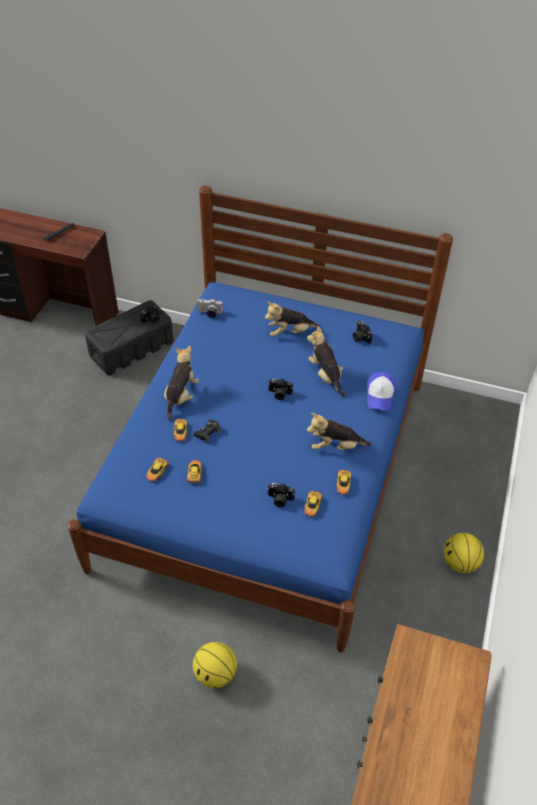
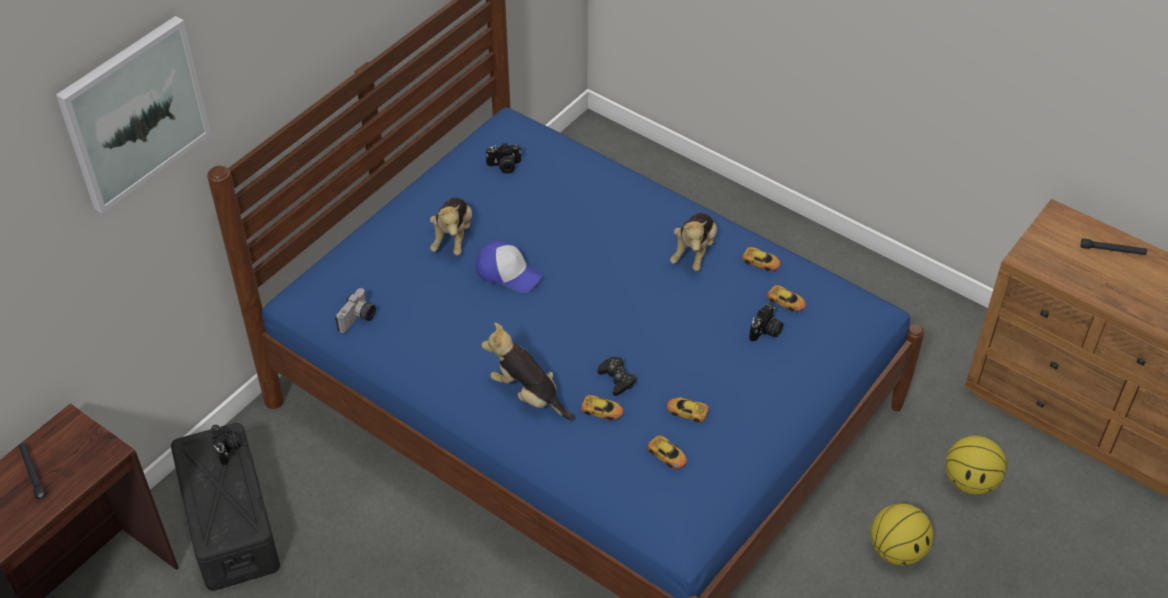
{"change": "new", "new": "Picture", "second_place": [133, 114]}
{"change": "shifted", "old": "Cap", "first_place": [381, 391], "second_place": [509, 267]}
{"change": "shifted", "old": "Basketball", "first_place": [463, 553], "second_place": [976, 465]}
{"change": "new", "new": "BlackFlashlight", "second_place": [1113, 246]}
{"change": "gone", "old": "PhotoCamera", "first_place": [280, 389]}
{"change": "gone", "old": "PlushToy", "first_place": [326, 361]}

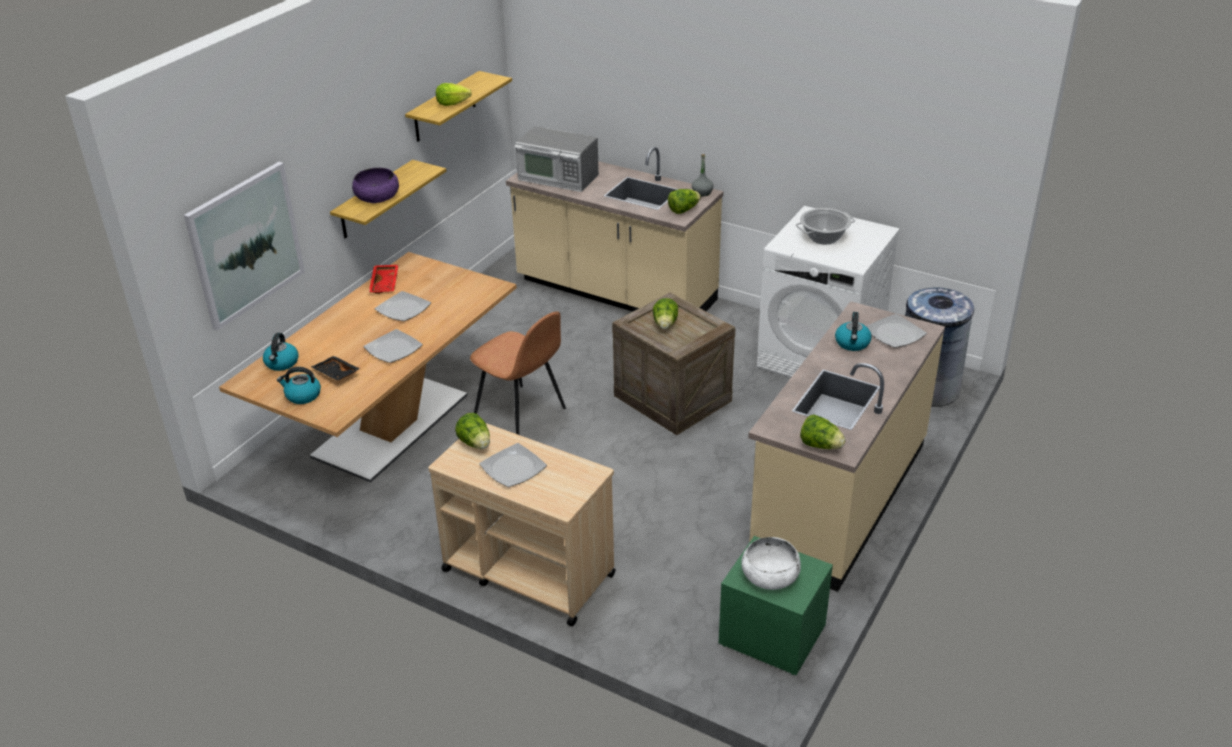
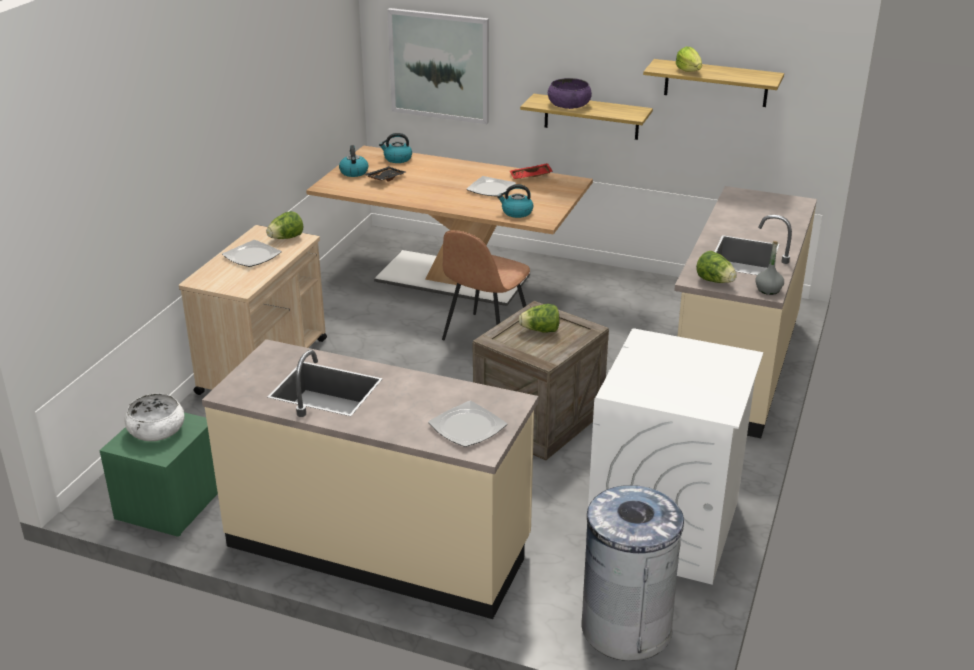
{"change": "shifted", "old": "Kettle", "first_place": [853, 331], "second_place": [515, 201]}
{"change": "gone", "old": "Plate", "first_place": [393, 346]}
{"change": "gone", "old": "Microwave", "first_place": [557, 159]}
{"change": "gone", "old": "CookingPot", "first_place": [825, 226]}
{"change": "gone", "old": "Lettuce", "first_place": [823, 431]}

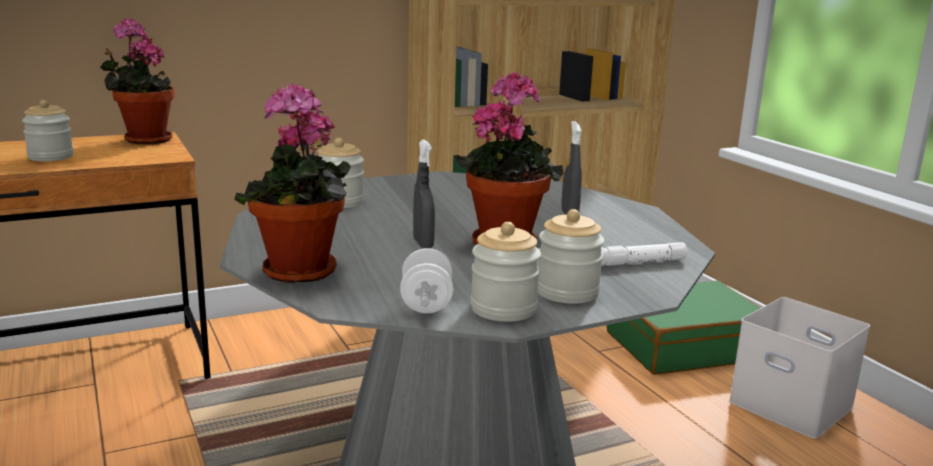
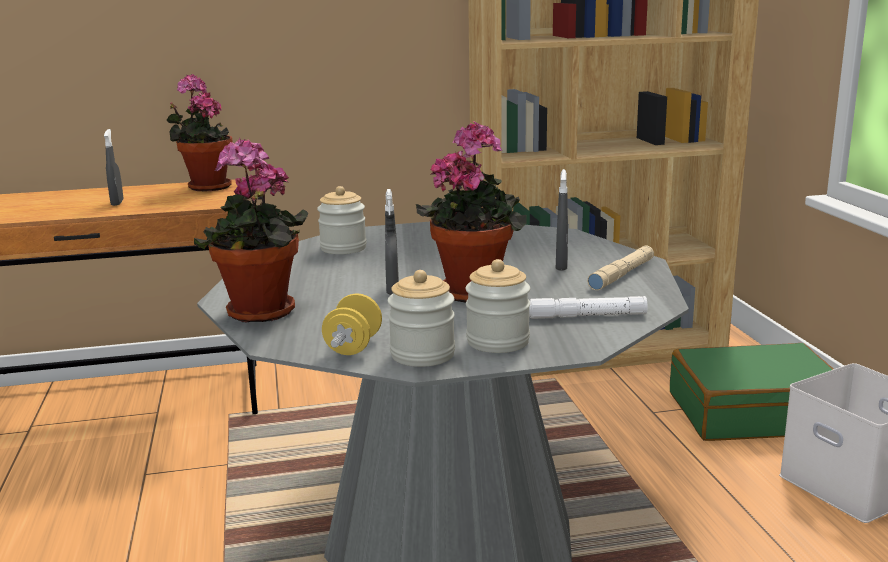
{"change": "swapped", "old": "Jar", "new": "GreySprayBottle", "first_place": [48, 130], "second_place": [113, 167]}
{"change": "repainted", "old": "WhiteDumbbell", "new": "YellowDumbbell", "first_place": [426, 280], "second_place": [352, 324]}
{"change": "new", "new": "BeigeFlashlight", "second_place": [620, 267]}

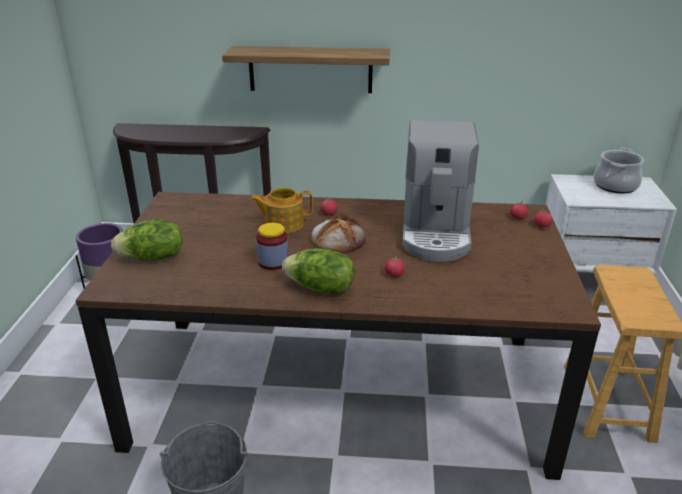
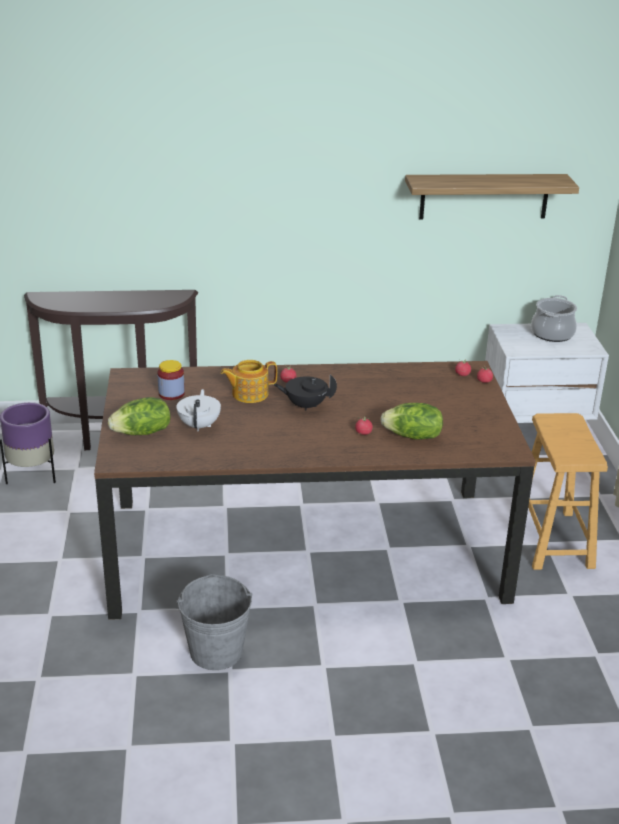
{"change": "shifted", "old": "Jar", "first_place": [272, 246], "second_place": [171, 380]}
{"change": "new", "new": "WhiteTeapot", "second_place": [198, 410]}
{"change": "swapped", "old": "Bread", "new": "BlackTeapot", "first_place": [338, 234], "second_place": [305, 393]}
{"change": "shifted", "old": "Lettuce", "first_place": [318, 271], "second_place": [411, 421]}
{"change": "shifted", "old": "Shelf", "first_place": [306, 69], "second_place": [492, 197]}
{"change": "gone", "old": "CoffeeMachine", "first_place": [440, 191]}

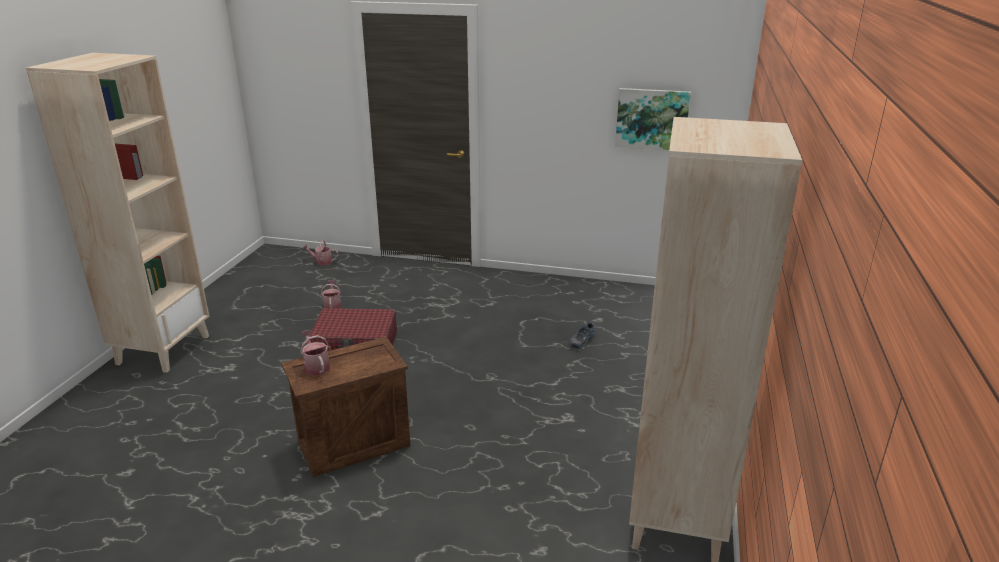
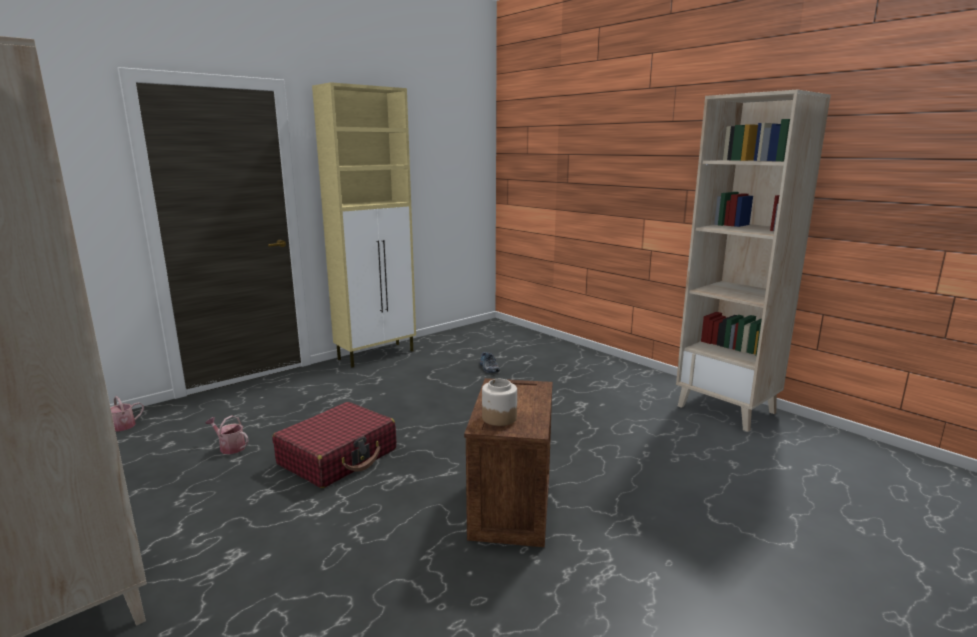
{"change": "new", "new": "BeigeCabinet", "second_place": [364, 225]}
{"change": "swapped", "old": "WateringCan", "new": "Jar", "first_place": [315, 353], "second_place": [499, 402]}
{"change": "gone", "old": "Picture", "first_place": [653, 119]}

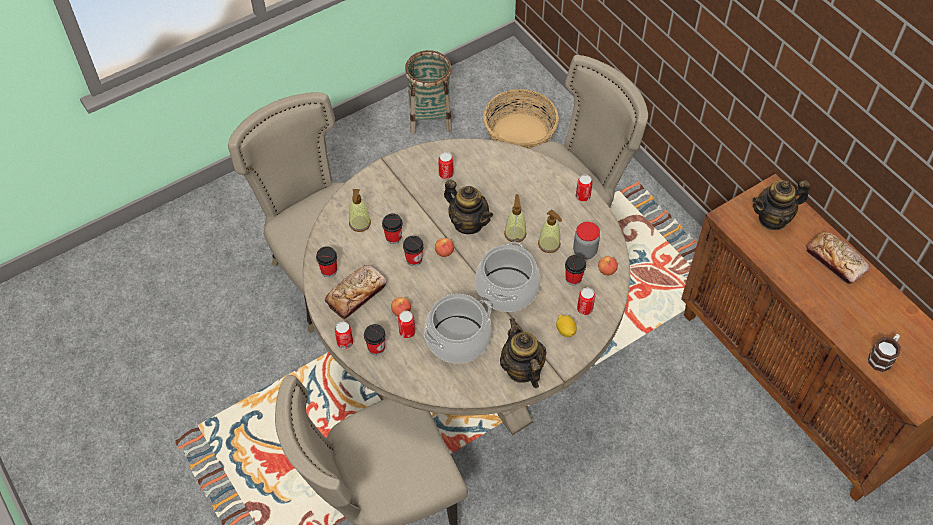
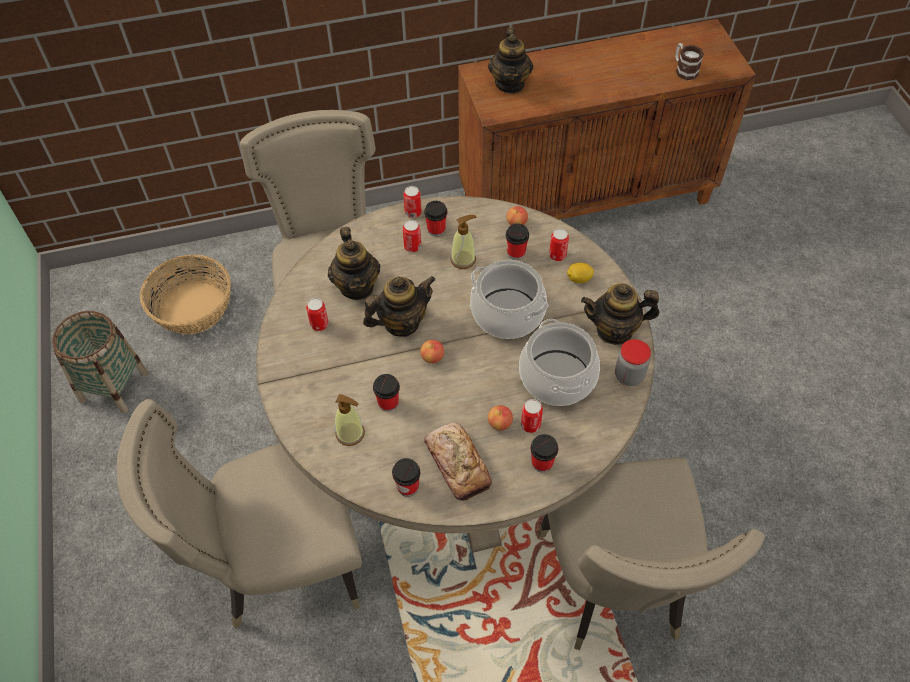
{"change": "new", "new": "Teapot", "second_place": [354, 263]}
{"change": "shifted", "old": "Can", "first_place": [344, 335], "second_place": [412, 236]}
{"change": "shifted", "old": "Cup", "first_place": [413, 250], "second_place": [435, 219]}
{"change": "shifted", "old": "Jar", "first_place": [586, 240], "second_place": [633, 362]}
{"change": "gone", "old": "SoapDispenser", "first_place": [515, 218]}
{"change": "gone", "old": "Bread", "first_place": [838, 258]}

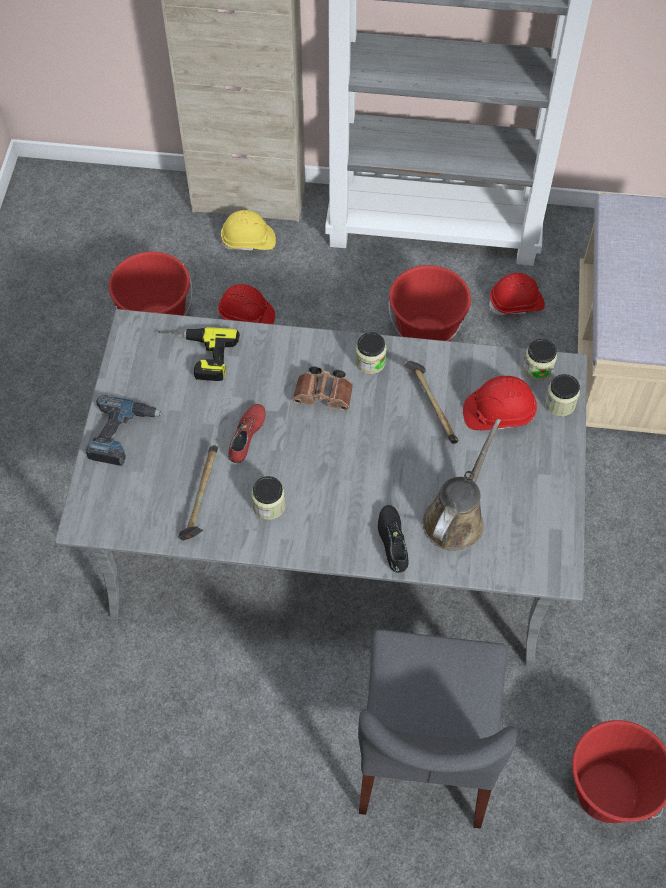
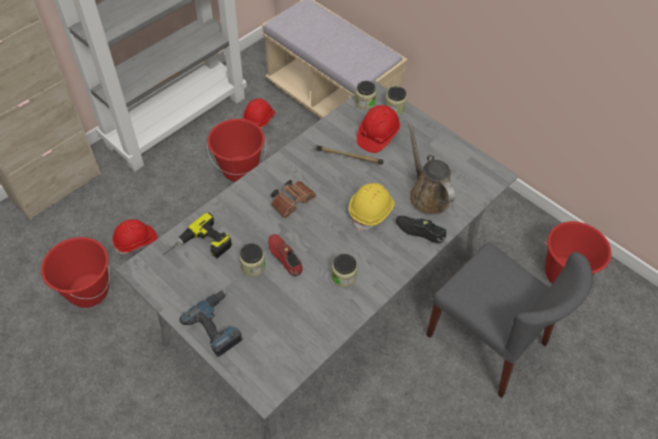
{"change": "shifted", "old": "Jar", "first_place": [371, 353], "second_place": [252, 260]}
{"change": "shifted", "old": "YellowHardHat", "first_place": [248, 230], "second_place": [372, 207]}
{"change": "gone", "old": "Hammer", "first_place": [198, 493]}

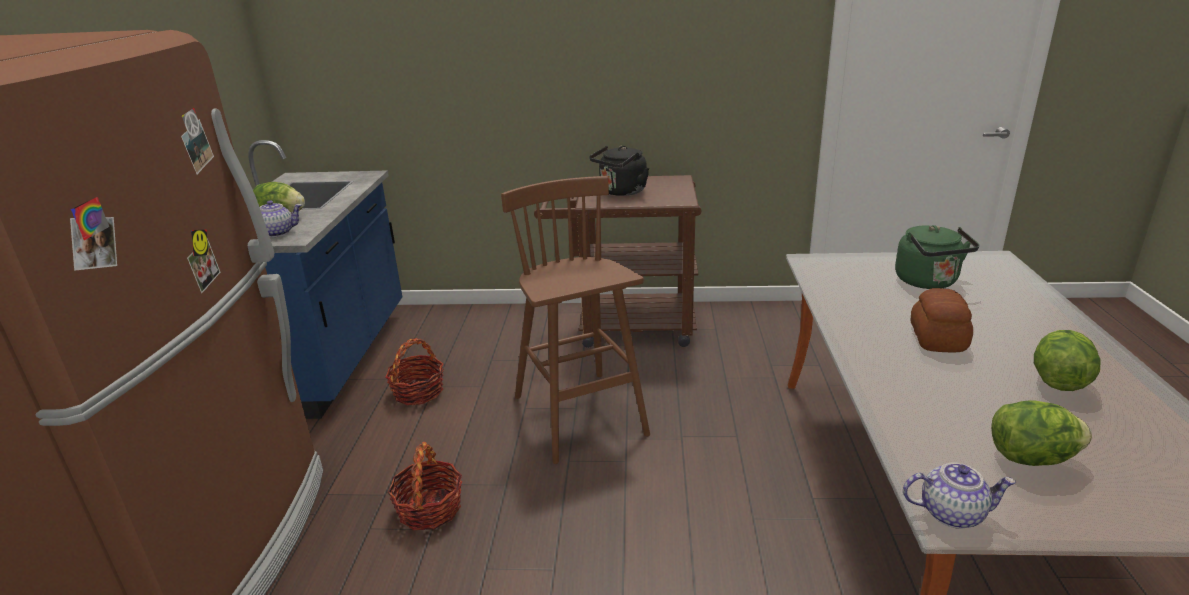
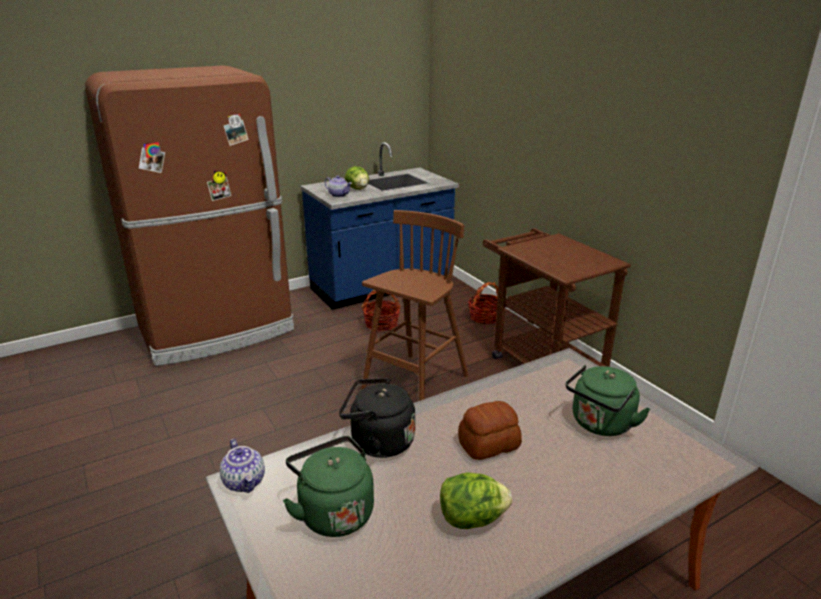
{"change": "swapped", "old": "Lettuce", "new": "GreenKettle", "first_place": [1041, 433], "second_place": [328, 486]}
{"change": "shifted", "old": "BlackKettle", "first_place": [619, 171], "second_place": [377, 418]}
{"change": "shifted", "old": "Basket", "first_place": [424, 486], "second_place": [483, 303]}

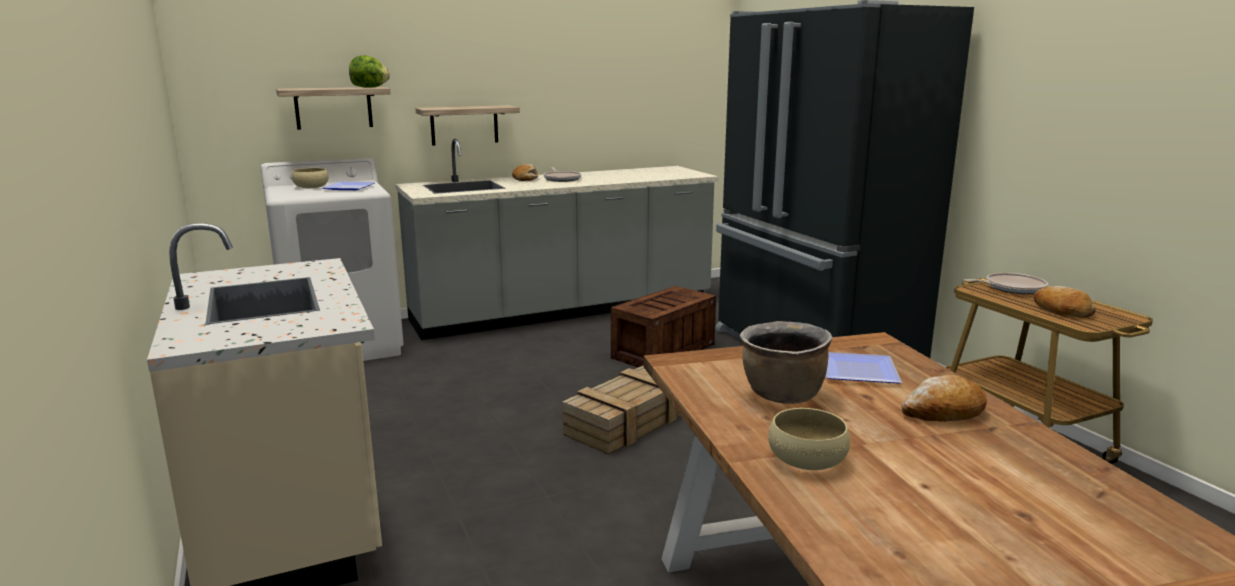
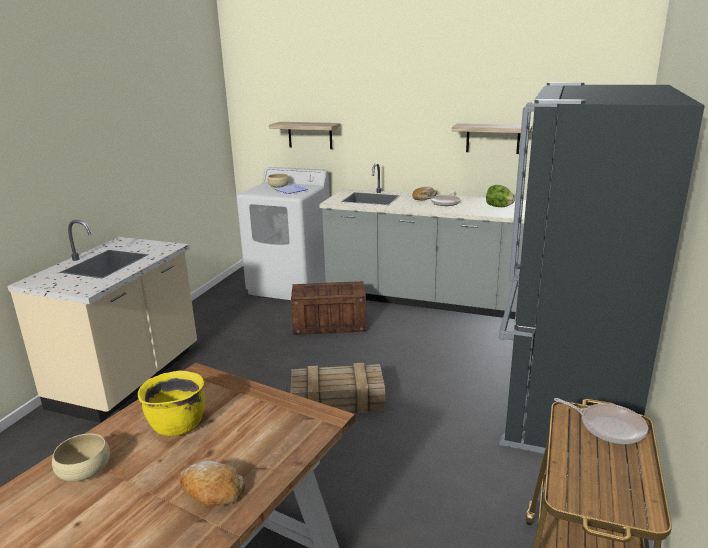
{"change": "repainted", "old": "BrownCookingPot", "new": "YellowCookingPot", "first_place": [786, 362], "second_place": [171, 403]}
{"change": "shifted", "old": "Crate", "first_place": [663, 327], "second_place": [329, 308]}
{"change": "shifted", "old": "Shelf", "first_place": [467, 125], "second_place": [492, 138]}
{"change": "shifted", "old": "Lettuce", "first_place": [369, 71], "second_place": [500, 196]}
{"change": "gone", "old": "Plate", "first_place": [864, 368]}
{"change": "gone", "old": "Bread", "first_place": [1065, 302]}

